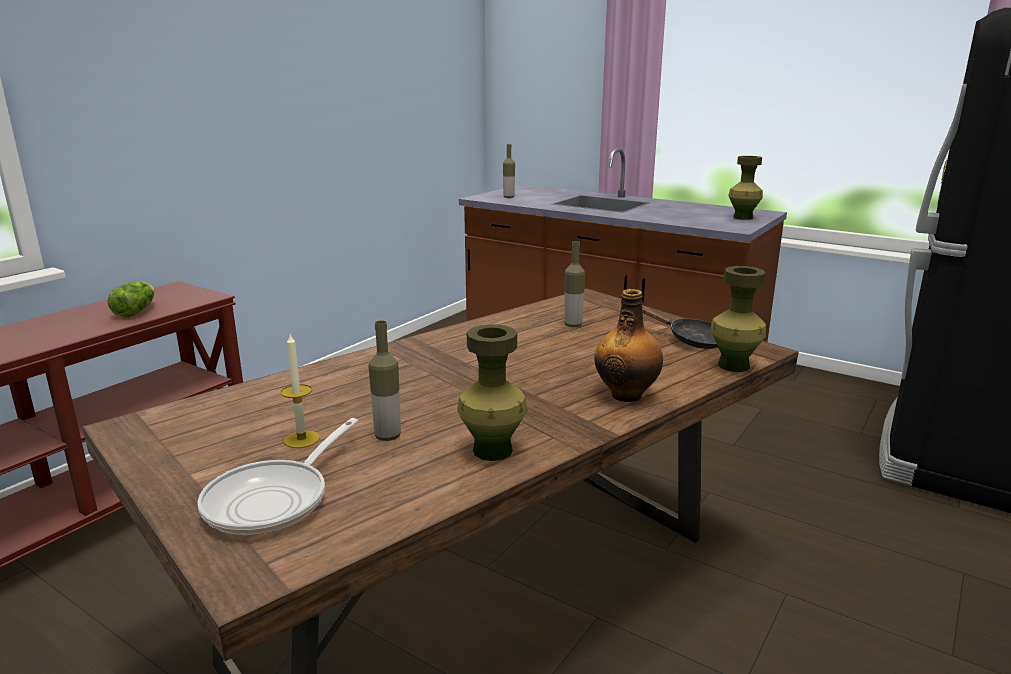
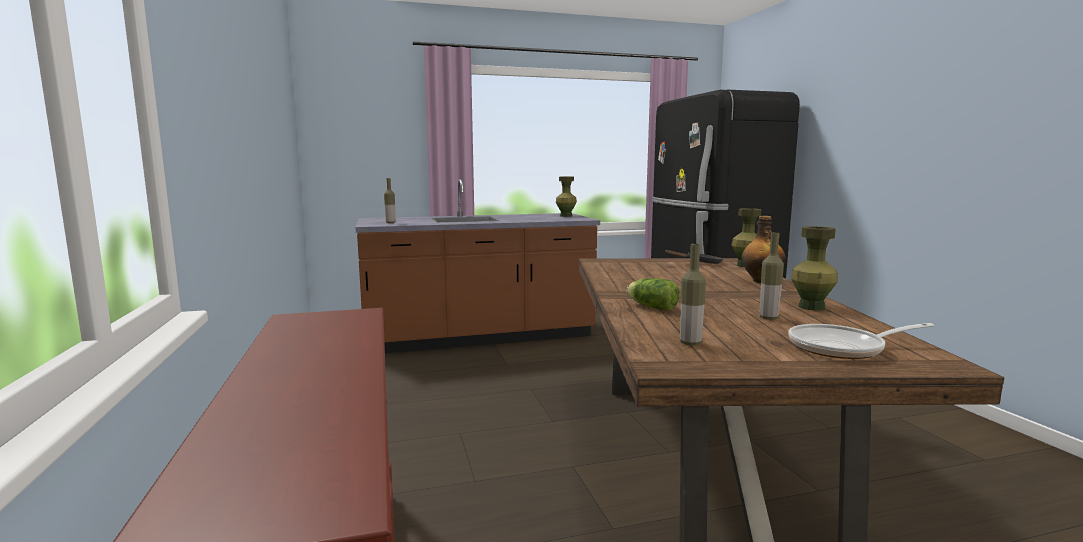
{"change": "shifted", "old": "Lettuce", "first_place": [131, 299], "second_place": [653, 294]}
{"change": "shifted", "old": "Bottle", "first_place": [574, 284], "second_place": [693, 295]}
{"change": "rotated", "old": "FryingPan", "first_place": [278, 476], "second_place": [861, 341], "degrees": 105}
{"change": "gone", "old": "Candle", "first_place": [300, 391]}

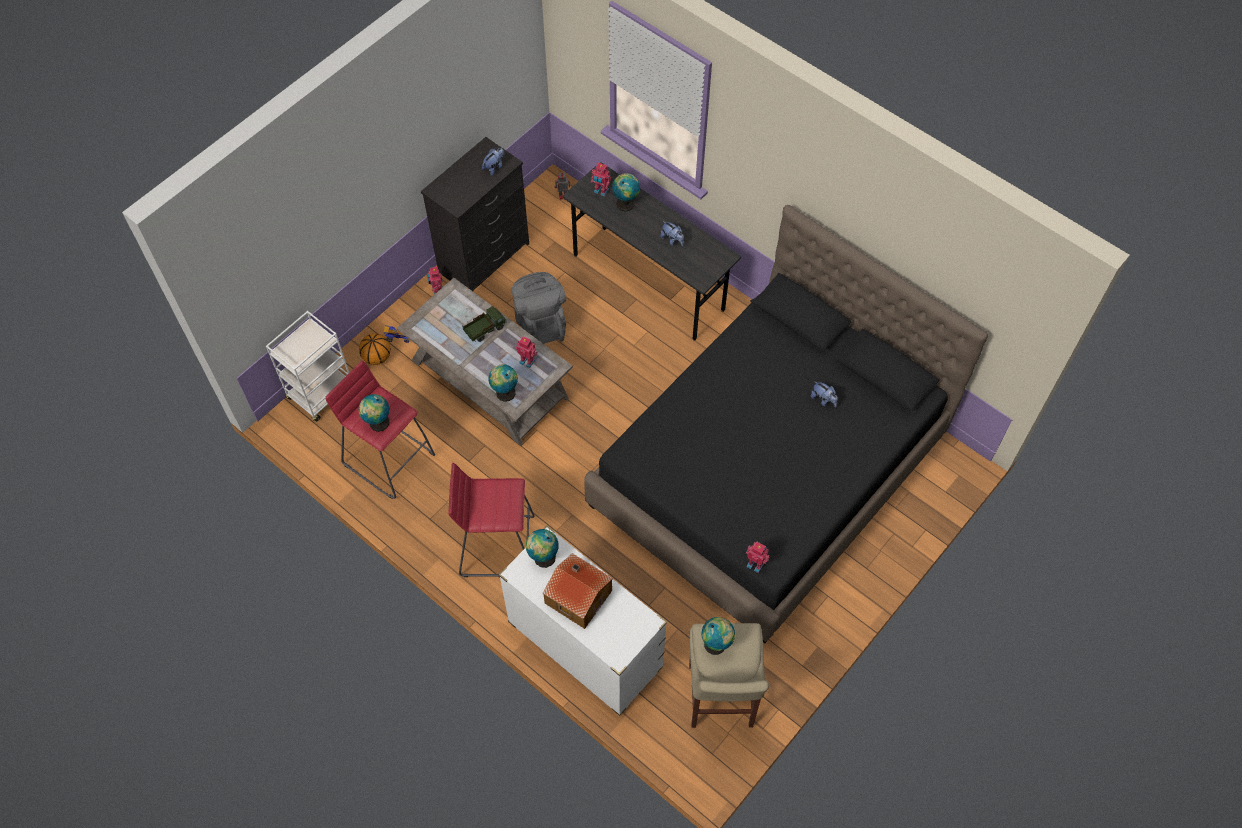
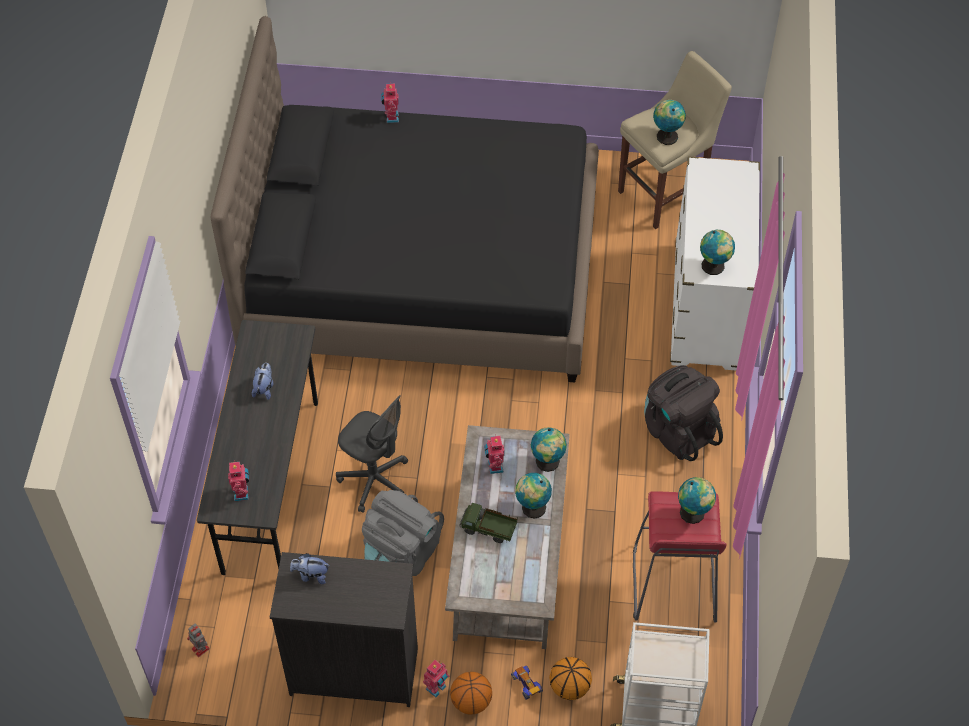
{"change": "new", "new": "GreyOfficeChair", "second_place": [372, 454]}
{"change": "shifted", "old": "ToyRobot", "first_place": [758, 557], "second_place": [390, 102]}
{"change": "new", "new": "Basketball", "second_place": [471, 693]}
{"change": "shifted", "old": "Globe", "first_place": [626, 192], "second_place": [533, 496]}
{"change": "swapped", "old": "RedStool", "new": "BlackBackpack", "first_place": [491, 520], "second_place": [683, 413]}
{"change": "gone", "old": "ToyHouse", "first_place": [578, 591]}
{"change": "gone", "old": "PlushToy", "first_place": [824, 394]}

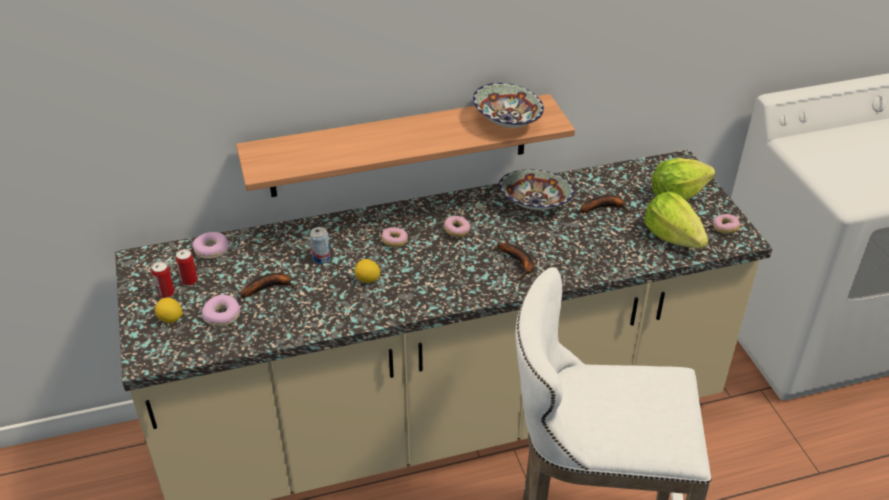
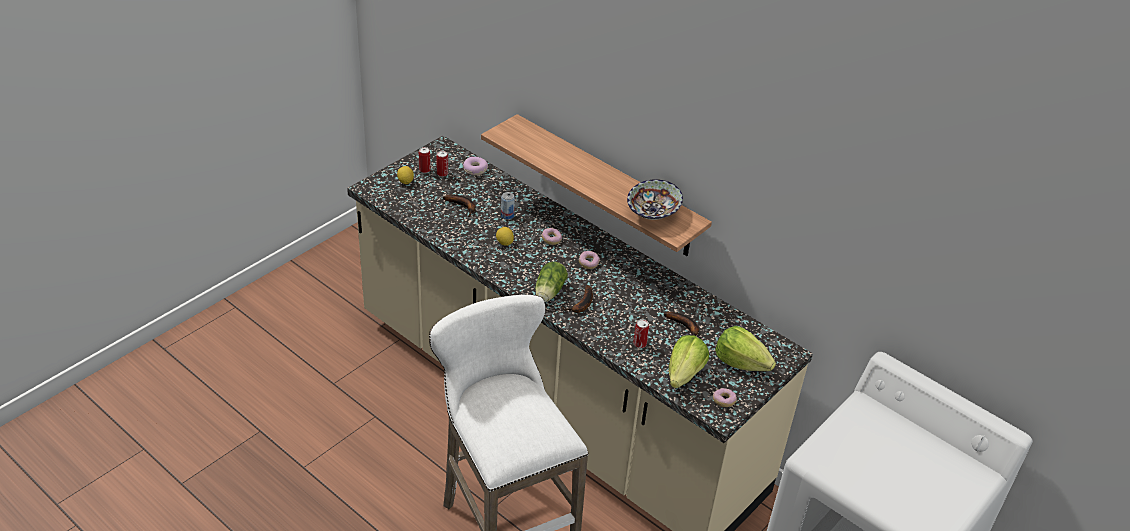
{"change": "new", "new": "Lettuce", "second_place": [551, 282]}
{"change": "new", "new": "Can", "second_place": [641, 333]}
{"change": "gone", "old": "Donut", "first_place": [221, 310]}
{"change": "gone", "old": "Bowl", "first_place": [536, 189]}

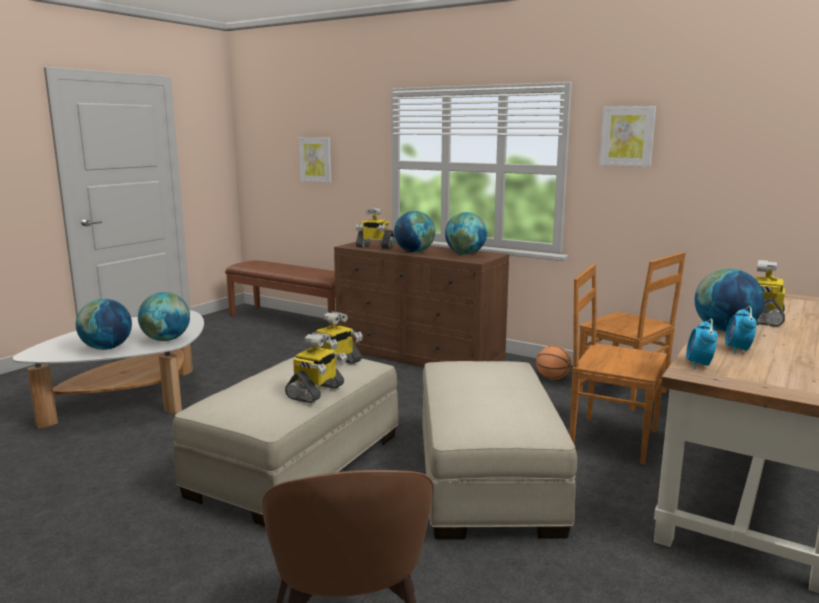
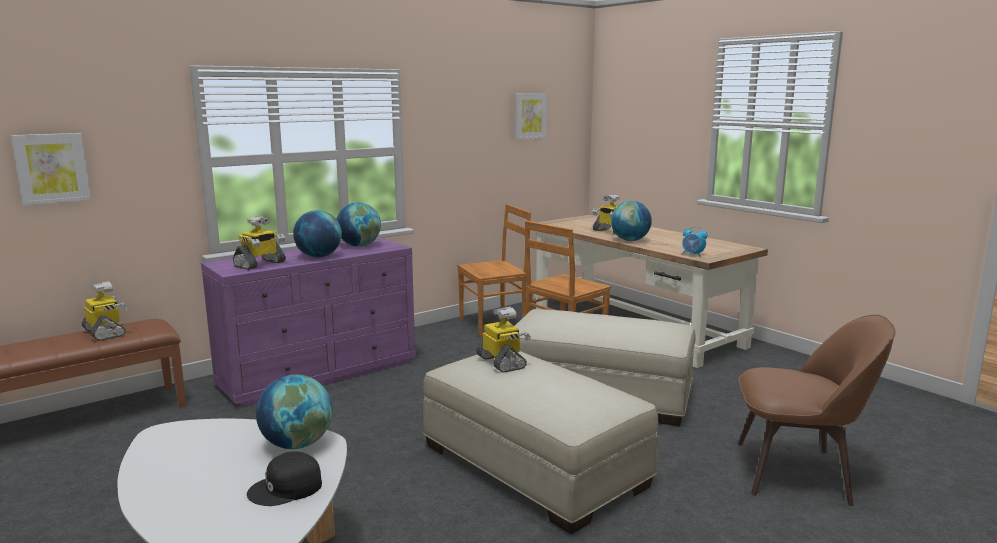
{"change": "shifted", "old": "ToyRobot", "first_place": [316, 367], "second_place": [105, 311]}
{"change": "repainted", "old": "BrownDresser", "new": "PurpleDresser", "first_place": [421, 303], "second_place": [308, 321]}
{"change": "swapped", "old": "Globe", "new": "BlackCap", "first_place": [104, 324], "second_place": [284, 478]}
{"change": "shifted", "old": "Picture", "first_place": [627, 136], "second_place": [531, 116]}
{"change": "gone", "old": "Basketball", "first_place": [553, 363]}
{"change": "gone", "old": "AlarmClock", "first_place": [741, 330]}

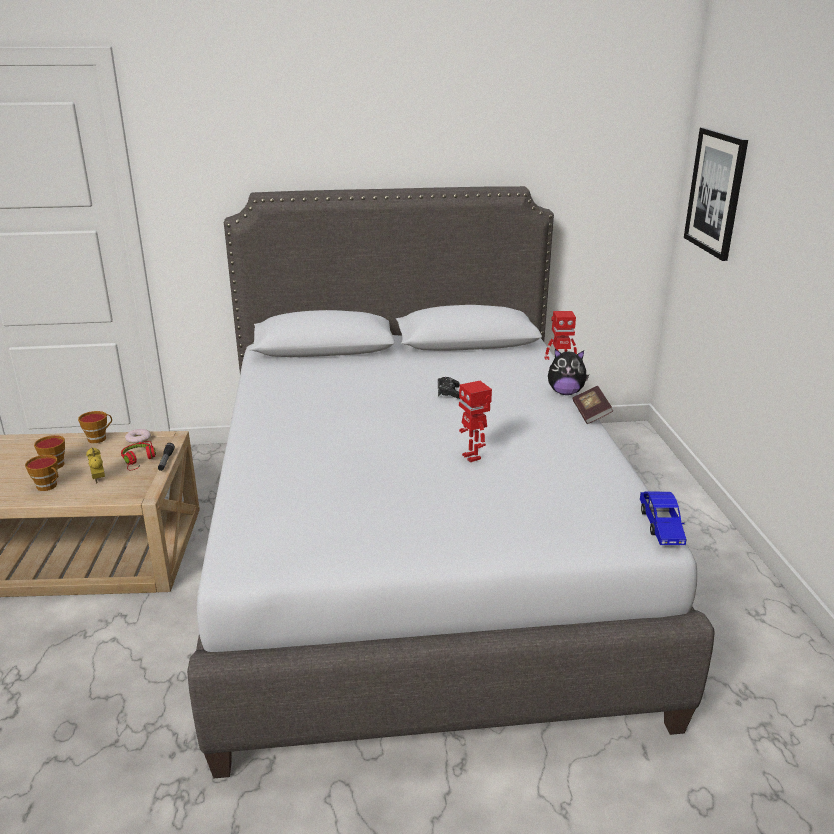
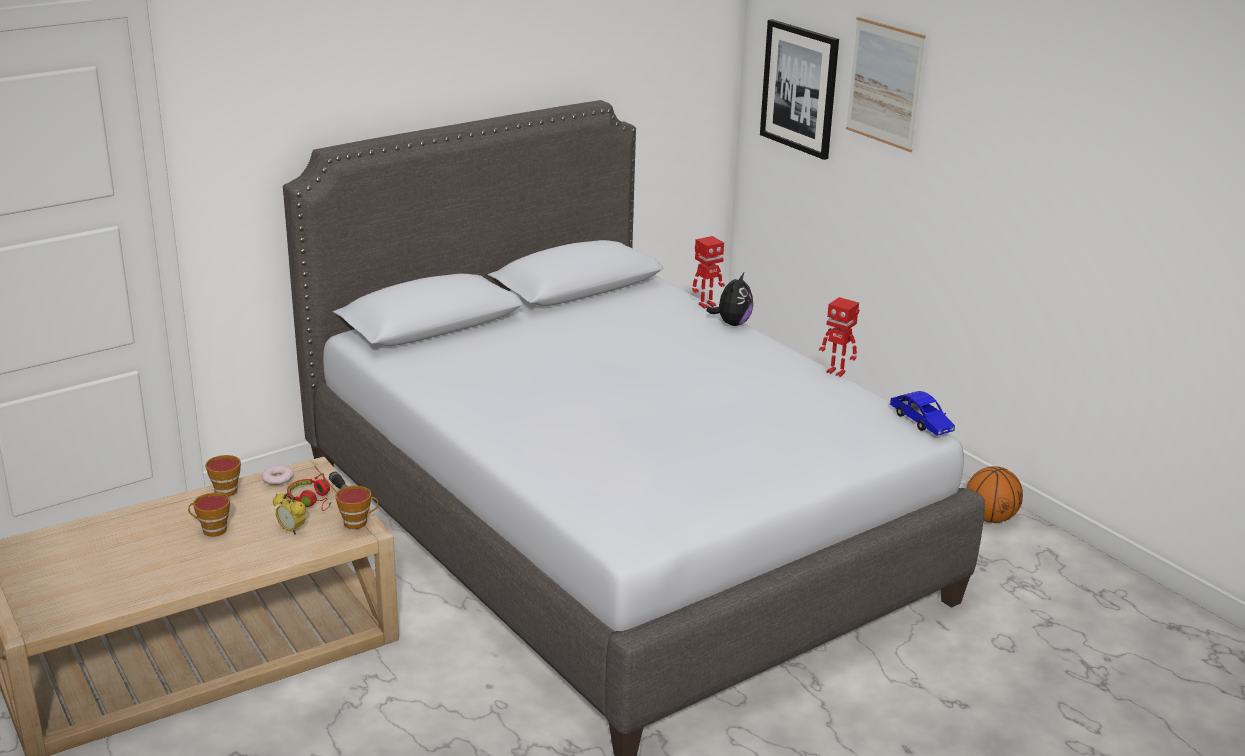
{"change": "shifted", "old": "Cup", "first_place": [41, 473], "second_place": [357, 507]}
{"change": "rotated", "old": "PlushToy", "first_place": [568, 372], "second_place": [729, 299], "degrees": -45}
{"change": "shifted", "old": "ToyRobot", "first_place": [475, 421], "second_place": [839, 337]}
{"change": "new", "new": "Picture", "second_place": [886, 84]}
{"change": "new", "new": "Basketball", "second_place": [995, 494]}
{"change": "gone", "old": "BlackGameController", "first_place": [449, 388]}
{"change": "gone", "old": "Book", "first_place": [592, 405]}

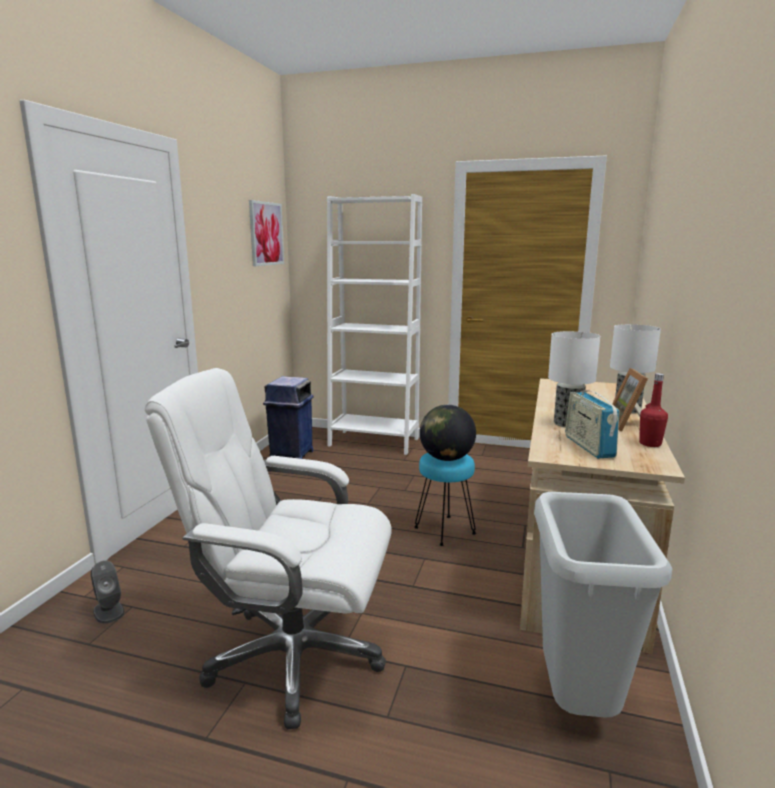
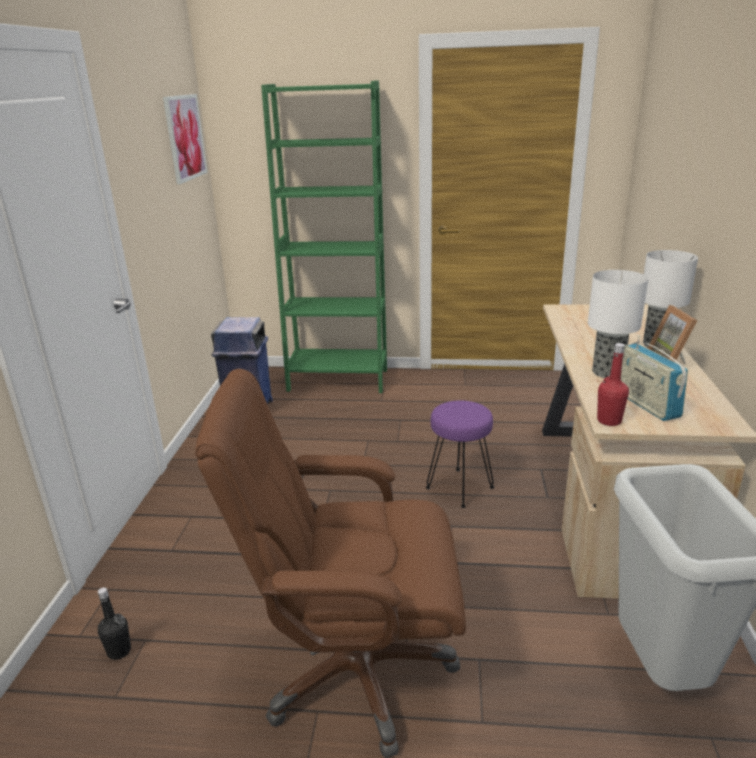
{"change": "swapped", "old": "GreySpeaker", "new": "BlackBottle", "first_place": [107, 592], "second_place": [114, 623]}
{"change": "repainted", "old": "WhiteOfficeChair", "new": "BrownOfficeChair", "first_place": [268, 549], "second_place": [330, 563]}
{"change": "repainted", "old": "WhiteBookcase", "new": "GreenBookcase", "first_place": [374, 324], "second_place": [324, 236]}
{"change": "repainted", "old": "TurquoiseStool", "new": "PurpleStool", "first_place": [445, 499], "second_place": [460, 454]}
{"change": "shifted", "old": "RedBottle", "first_place": [653, 410], "second_place": [613, 384]}
{"change": "gone", "old": "Globe", "first_place": [448, 433]}

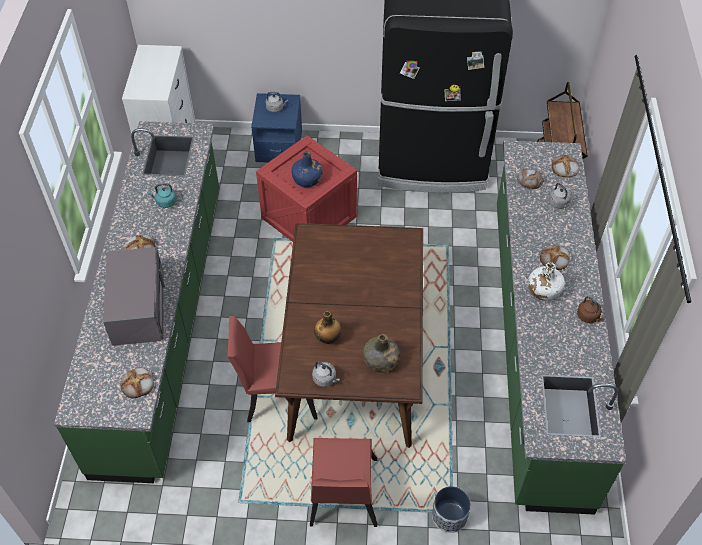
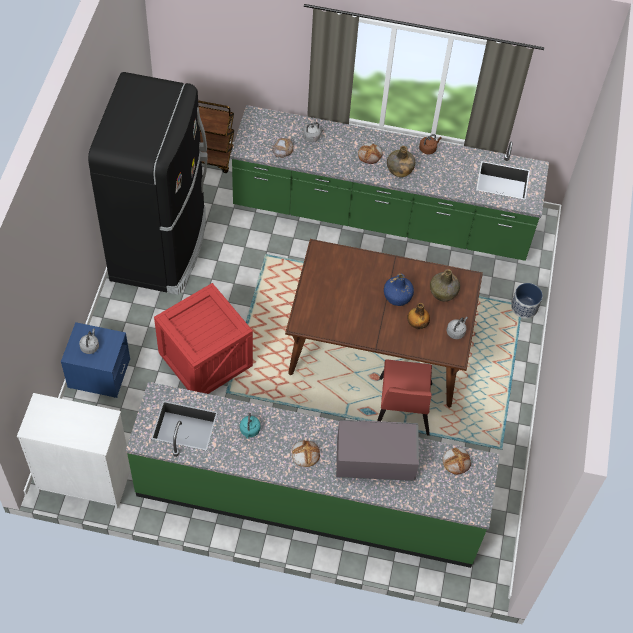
{"change": "shifted", "old": "BlueBottle", "first_place": [307, 169], "second_place": [399, 290]}
{"change": "repainted", "old": "WhiteBottle", "new": "GreenBottle", "first_place": [546, 281], "second_place": [401, 161]}
{"change": "gone", "old": "RedChair", "first_place": [343, 482]}
{"change": "gone", "old": "Bread", "first_place": [565, 166]}

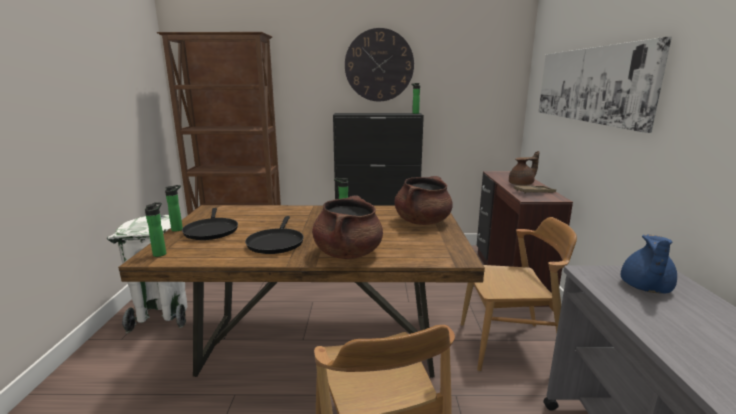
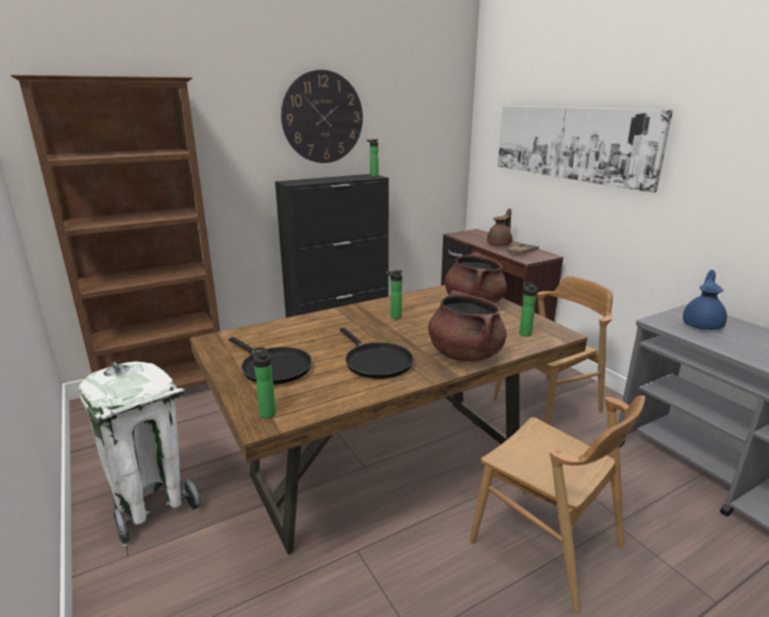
{"change": "shifted", "old": "Bottle", "first_place": [174, 208], "second_place": [528, 309]}
{"change": "rotated", "old": "BlueTeapot", "first_place": [649, 264], "second_place": [705, 300], "degrees": -150}

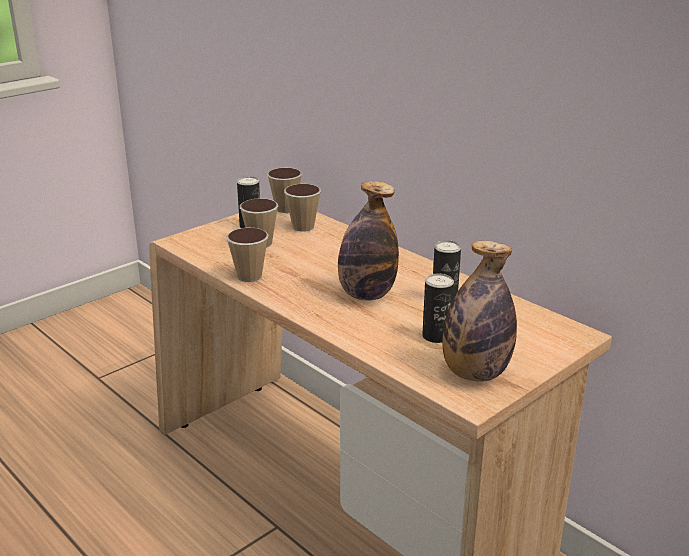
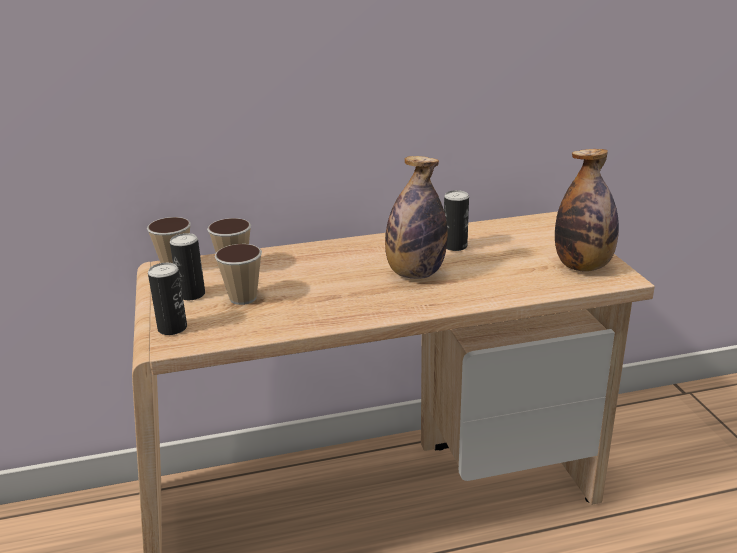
{"change": "shifted", "old": "Can", "first_place": [438, 308], "second_place": [167, 299]}
{"change": "gone", "old": "Cup", "first_place": [247, 255]}

